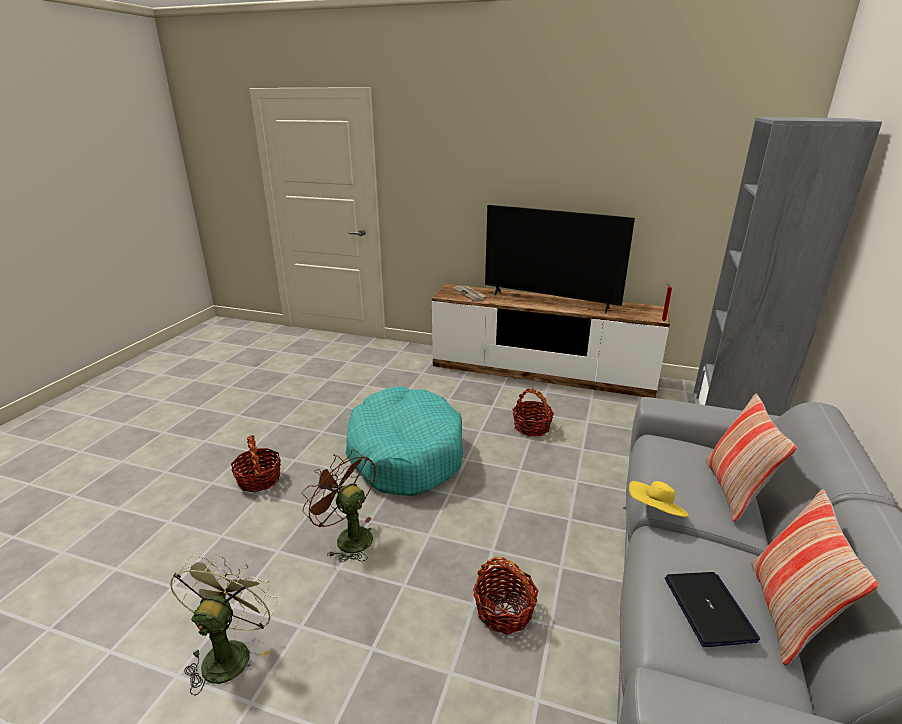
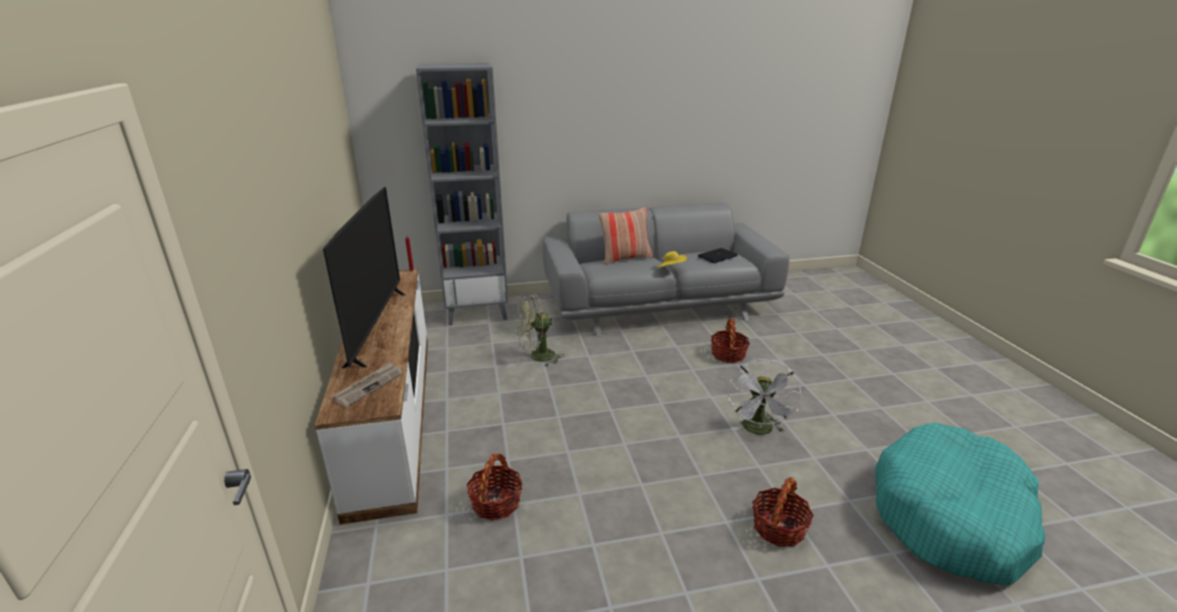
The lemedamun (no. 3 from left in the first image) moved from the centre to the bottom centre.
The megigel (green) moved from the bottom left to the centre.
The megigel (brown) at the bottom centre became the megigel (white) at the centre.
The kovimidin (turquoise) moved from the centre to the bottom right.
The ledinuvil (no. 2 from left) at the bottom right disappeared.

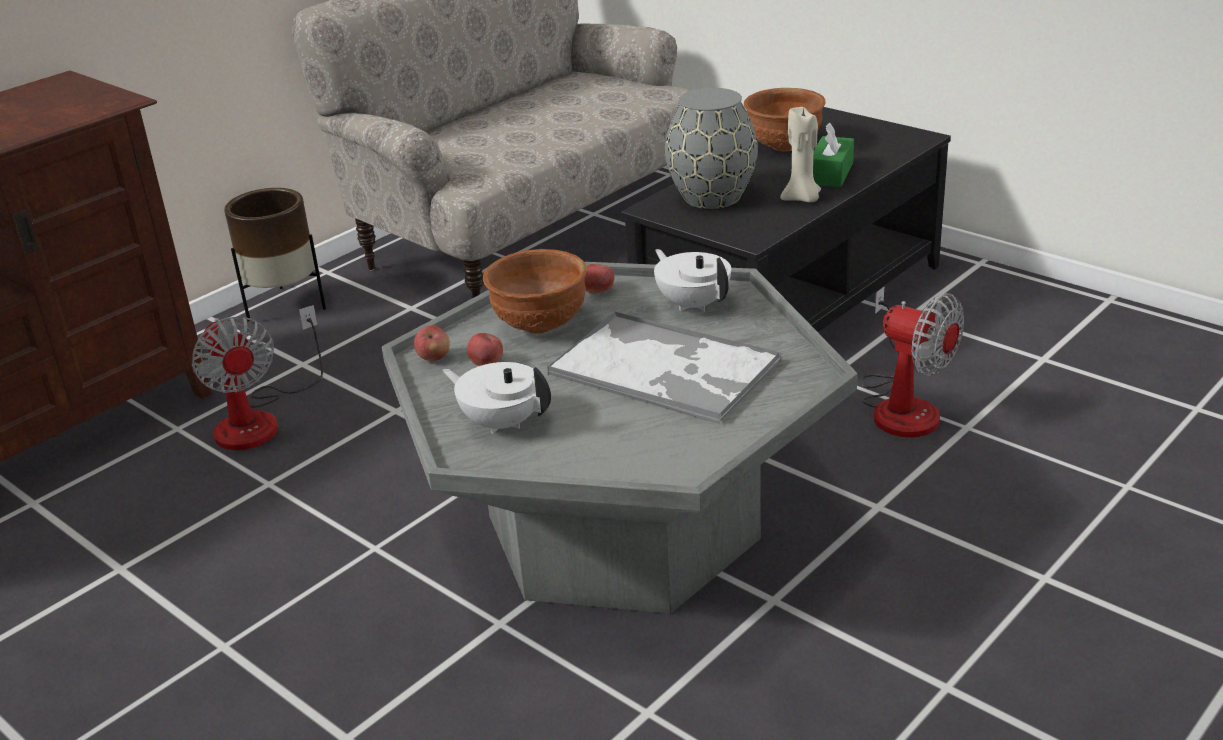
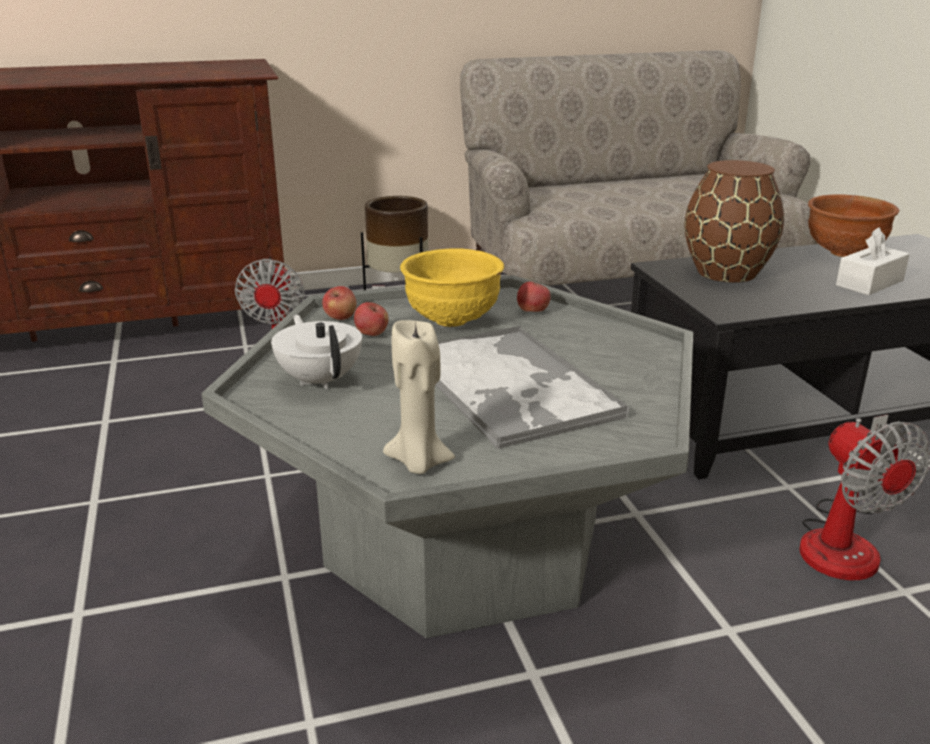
The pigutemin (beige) moved from the top centre to the centre.
The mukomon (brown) (no. 1 from left) at the centre became the mukomon (yellow) at the centre.
The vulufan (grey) at the top centre became the vulufan (brown) at the top right.
The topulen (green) at the top right became the topulen (white) at the middle right.
The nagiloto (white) (no. 2 from left) at the centre disappeared.

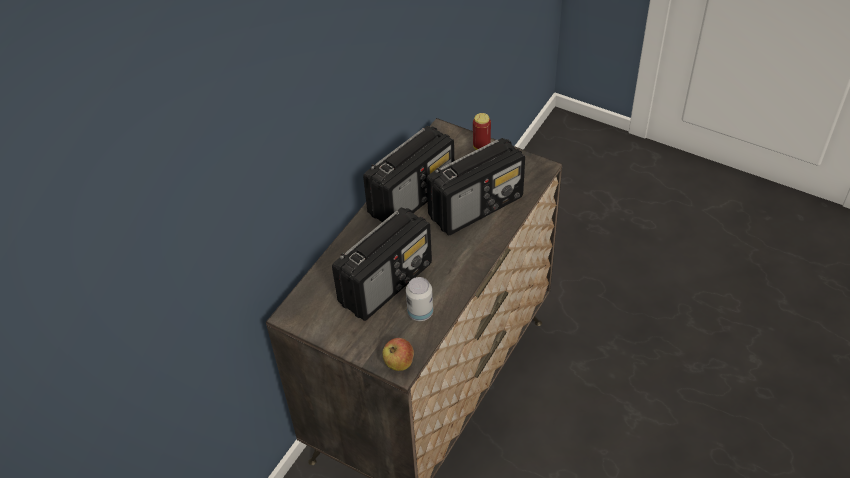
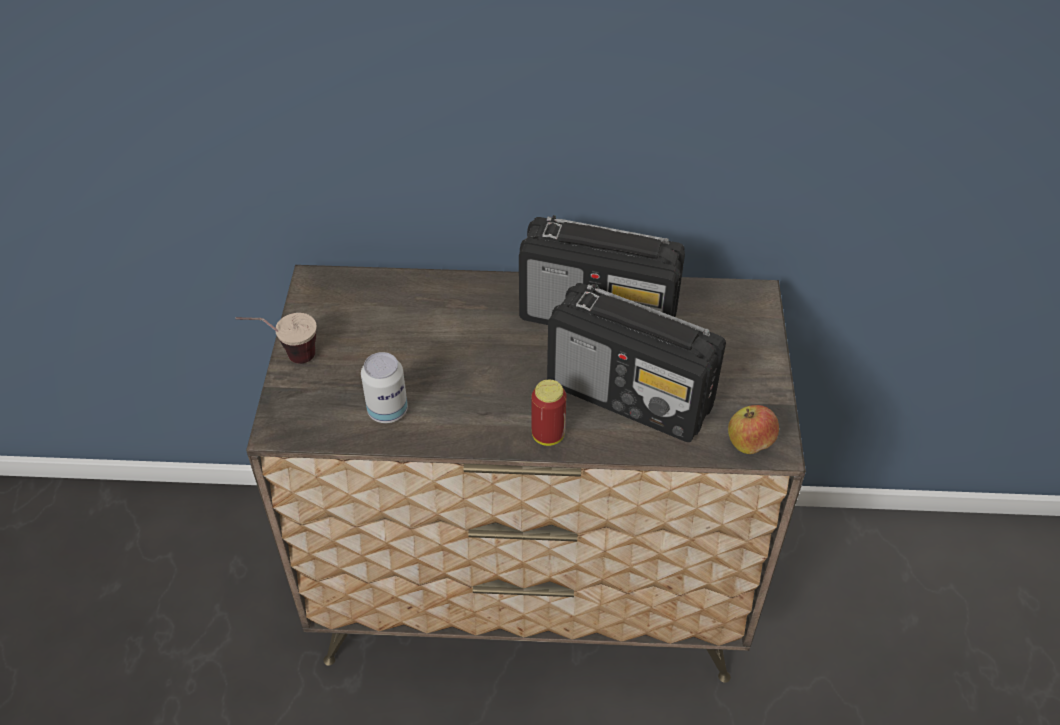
The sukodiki at the middle left appeared.
The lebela (no. 2 from left) moved from the top centre to the centre.
The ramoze moved from the bottom centre to the middle right.
The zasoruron (no. 1 from left) at the centre disappeared.

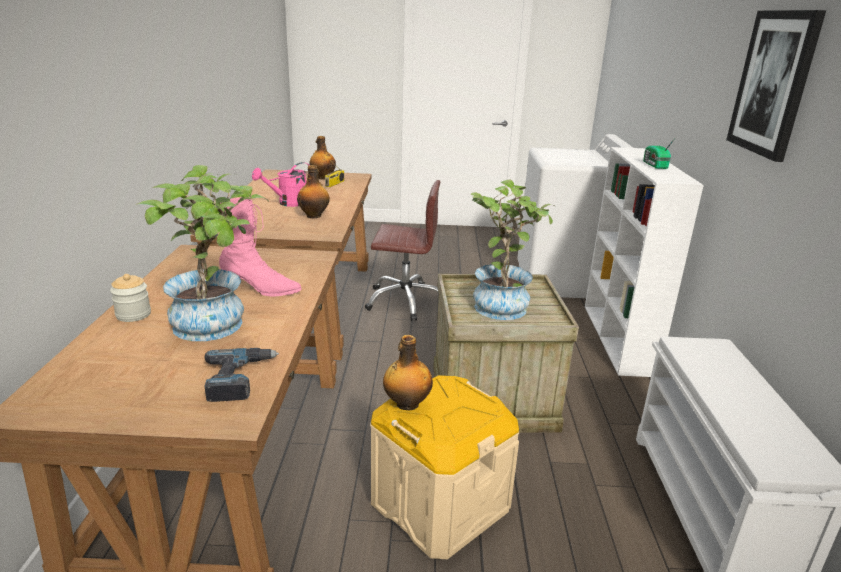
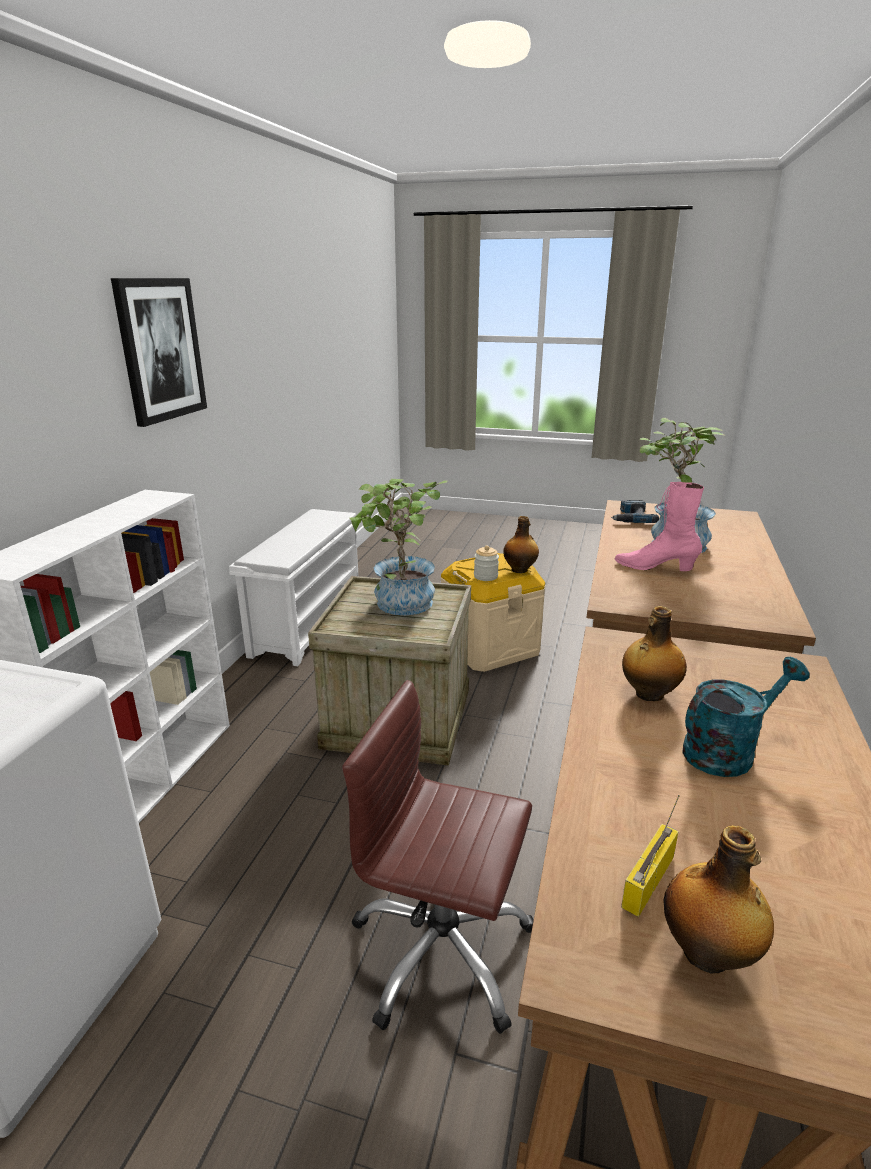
The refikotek moved from the middle left to the centre.
The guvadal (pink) at the top left became the guvadal (turquoise) at the middle right.
The zasoruron (no. 2 from left) at the top right disappeared.

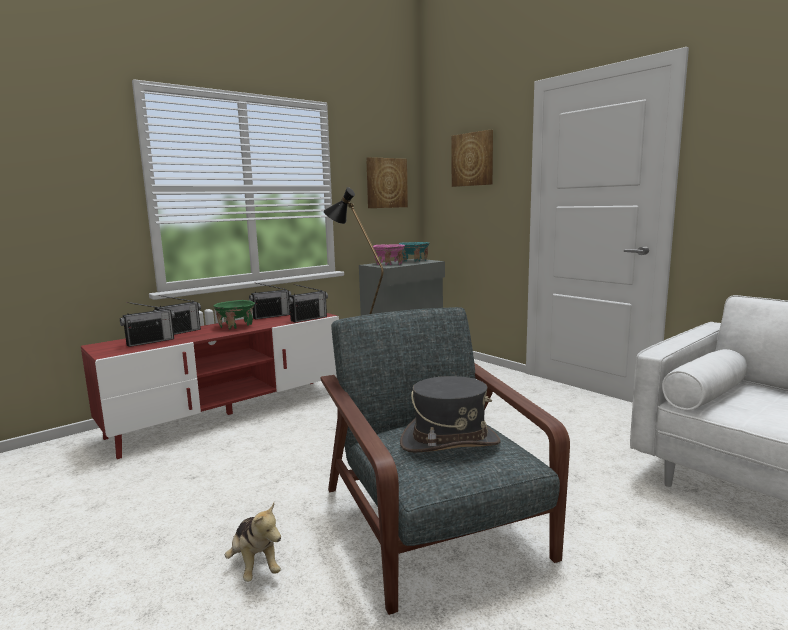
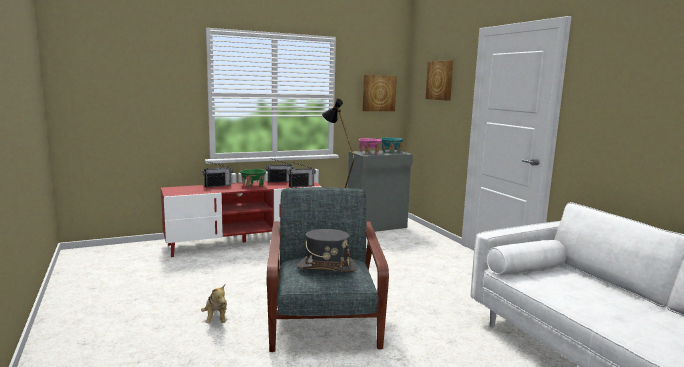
The zasoruron (no. 1 from left) at the middle left disappeared.

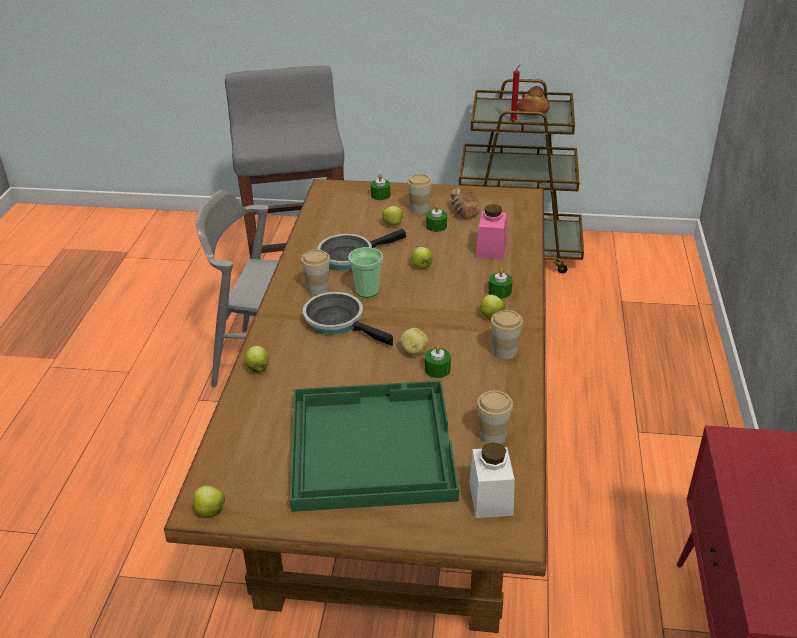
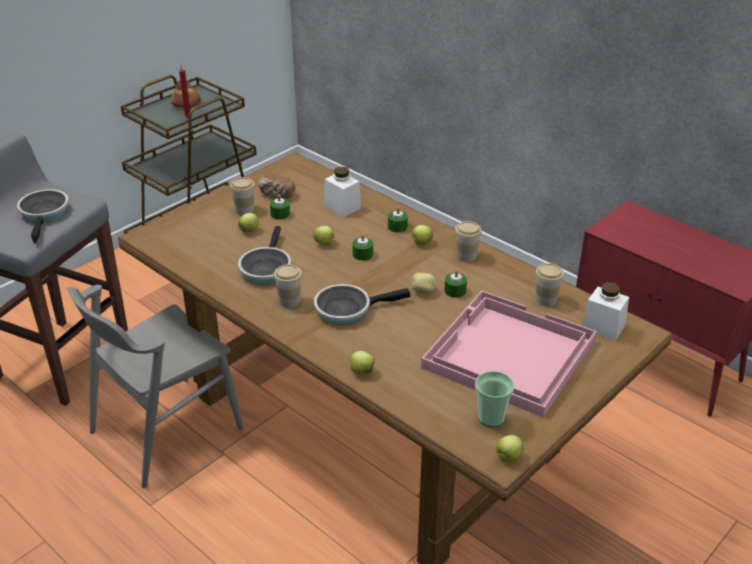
The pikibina (no. 1 from left) at the middle left appeared.
The refikotek (pink) at the centre became the refikotek (white) (no. 1 from left) at the centre.
The pigutemin (green) (no. 1 from left in the first image) moved from the top centre to the centre.
The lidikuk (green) at the bottom centre became the lidikuk (pink) at the middle right.
The sukodiki (no. 2 from left in the first image) moved from the centre to the bottom centre.

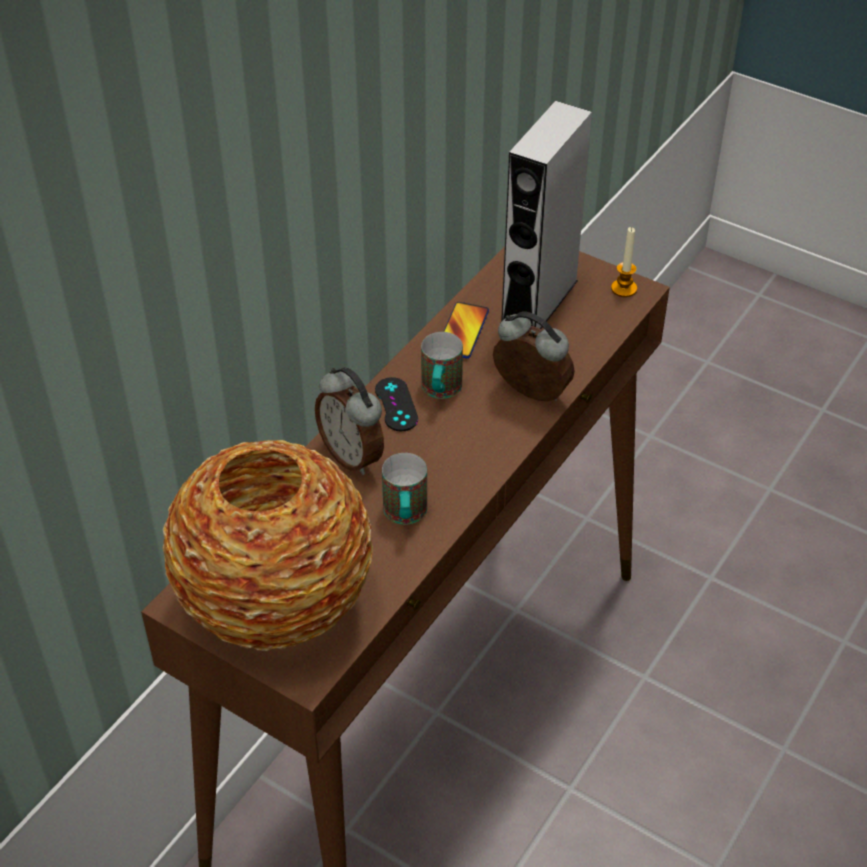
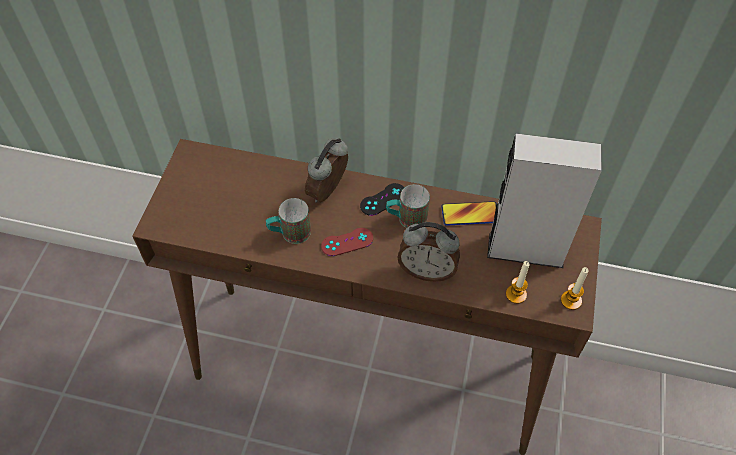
The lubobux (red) at the centre appeared.
The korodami (no. 2 from left) at the centre turned 90 degrees clockwise.
The pigutemin (no. 1 from left) at the middle right appeared.
The vulufan at the middle left disappeared.

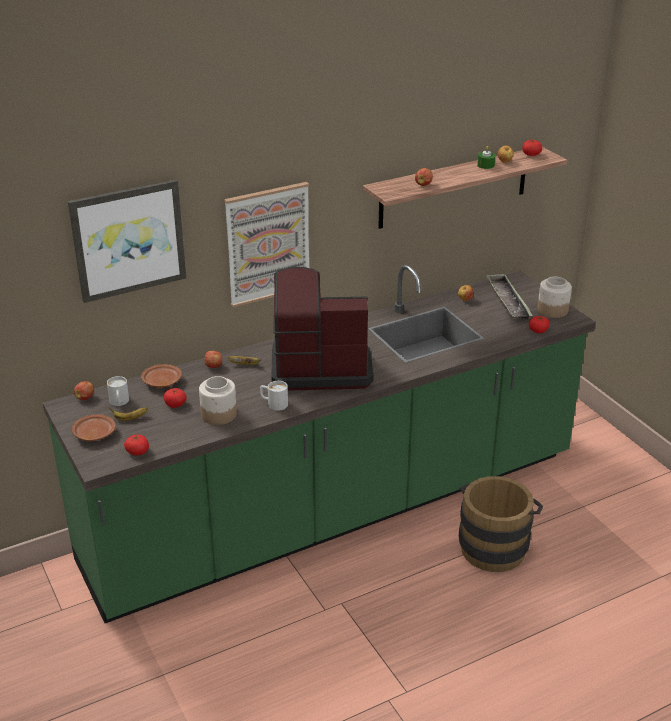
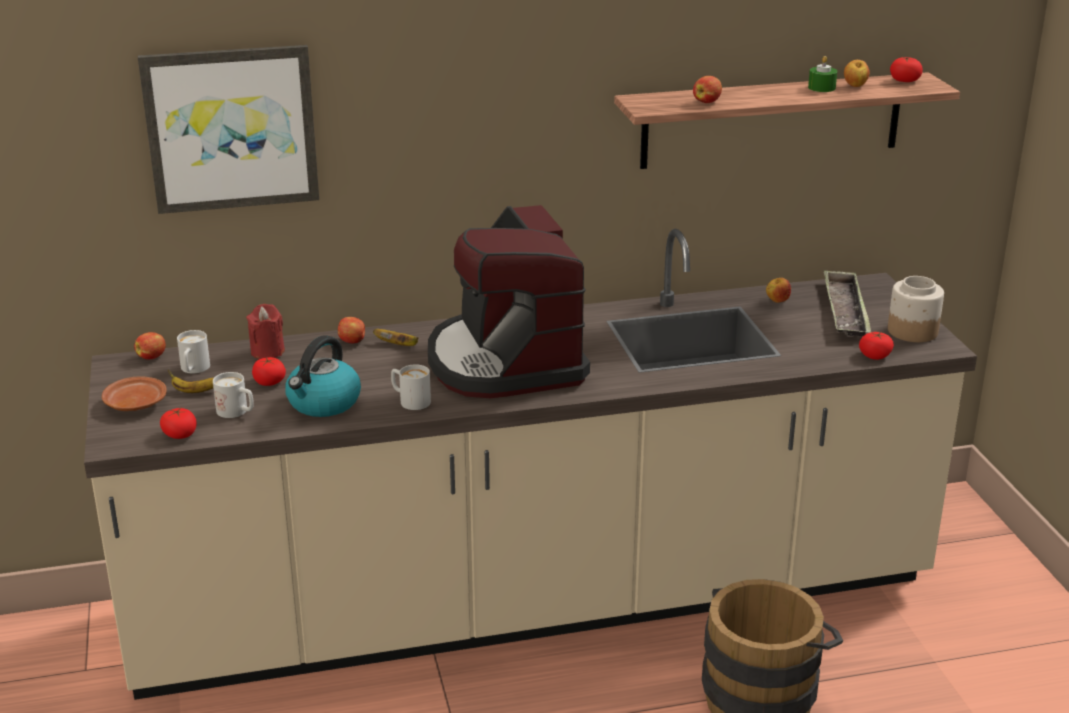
The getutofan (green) at the centre became the getutofan (beige) at the centre.
The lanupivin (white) (no. 2 from left) at the middle left appeared.
The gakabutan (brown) (no. 2 from left) at the middle left was replaced by the pigutemin (red) at the middle left.
The refikotek (no. 1 from left) at the middle left was replaced by the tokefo at the middle left.
The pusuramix at the centre turned 120 degrees counterclockwise.
The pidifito (no. 2 from left) at the centre disappeared.

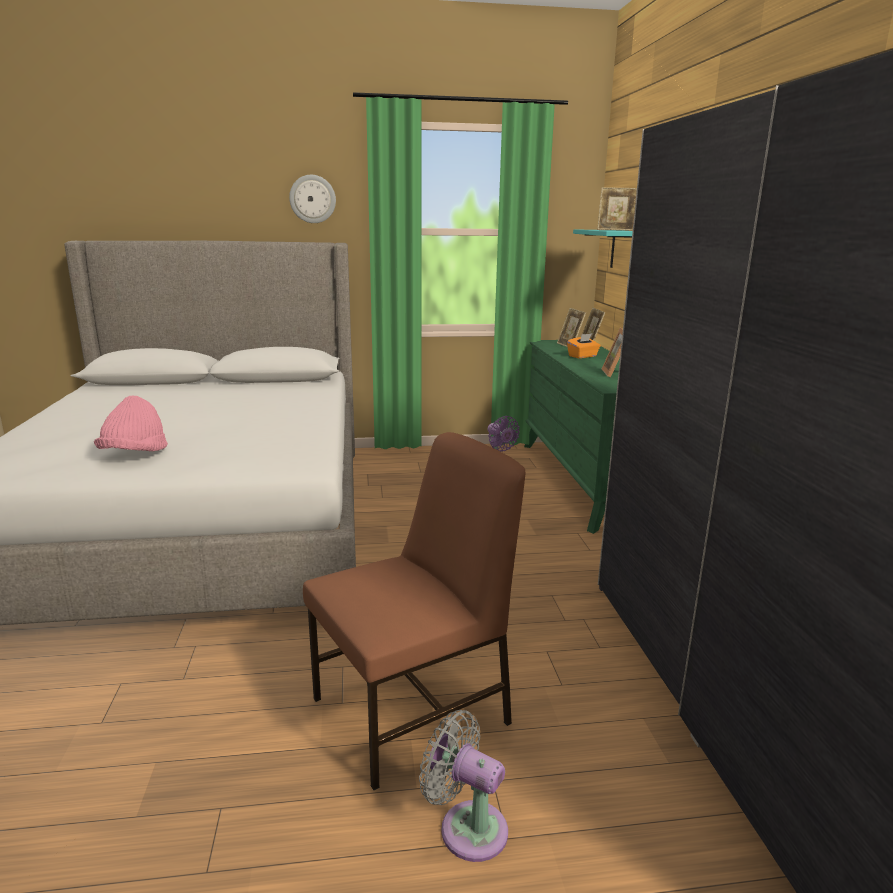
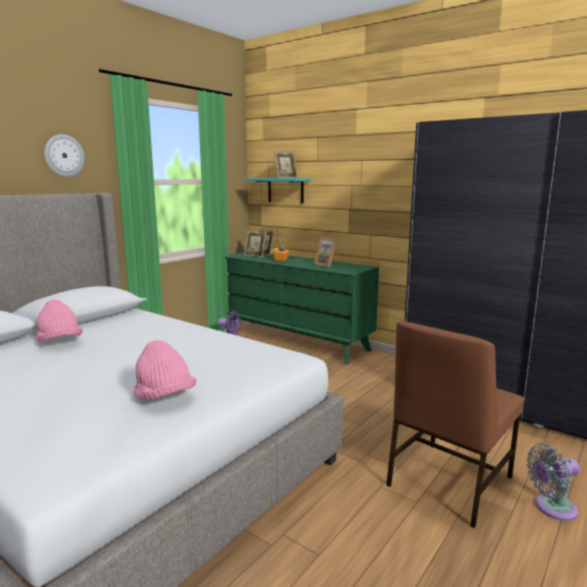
The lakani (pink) (no. 1 from left) at the middle left appeared.
The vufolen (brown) at the bottom centre turned 150 degrees counterclockwise.

